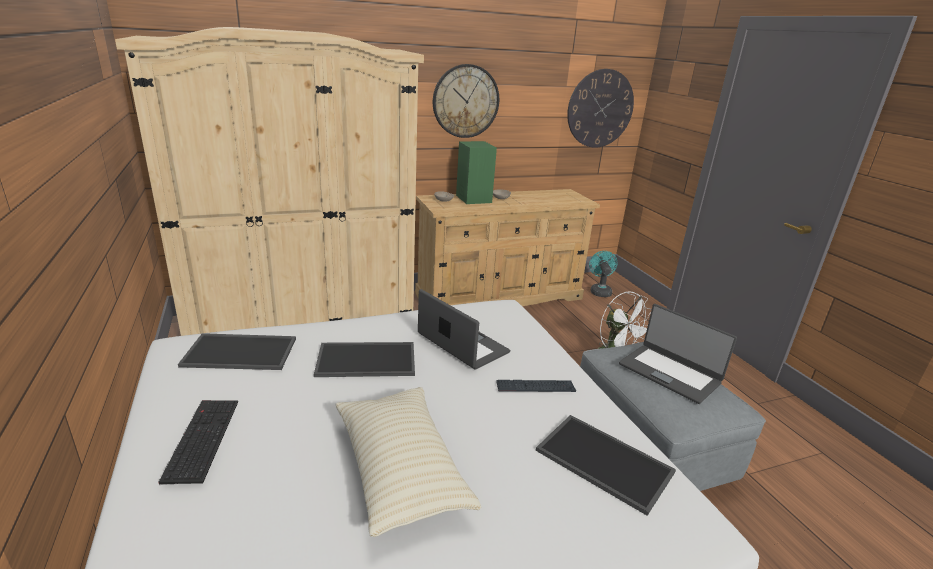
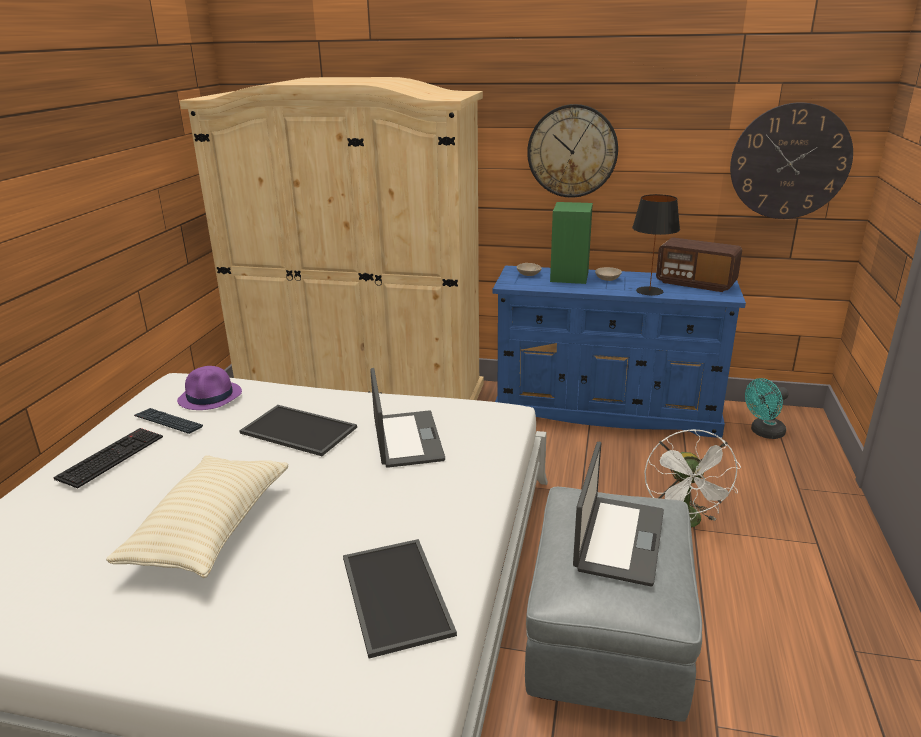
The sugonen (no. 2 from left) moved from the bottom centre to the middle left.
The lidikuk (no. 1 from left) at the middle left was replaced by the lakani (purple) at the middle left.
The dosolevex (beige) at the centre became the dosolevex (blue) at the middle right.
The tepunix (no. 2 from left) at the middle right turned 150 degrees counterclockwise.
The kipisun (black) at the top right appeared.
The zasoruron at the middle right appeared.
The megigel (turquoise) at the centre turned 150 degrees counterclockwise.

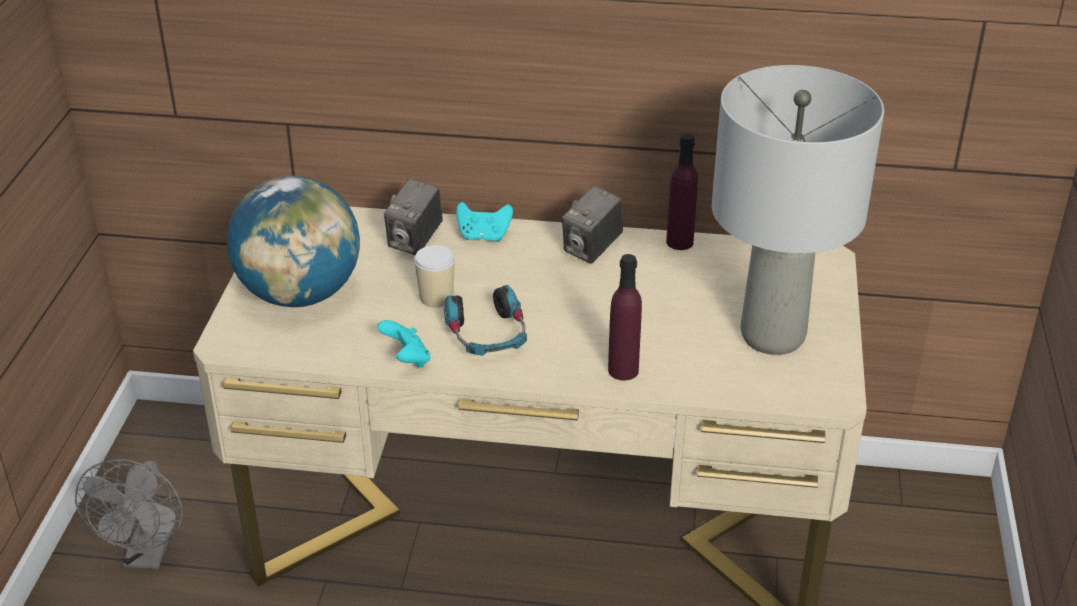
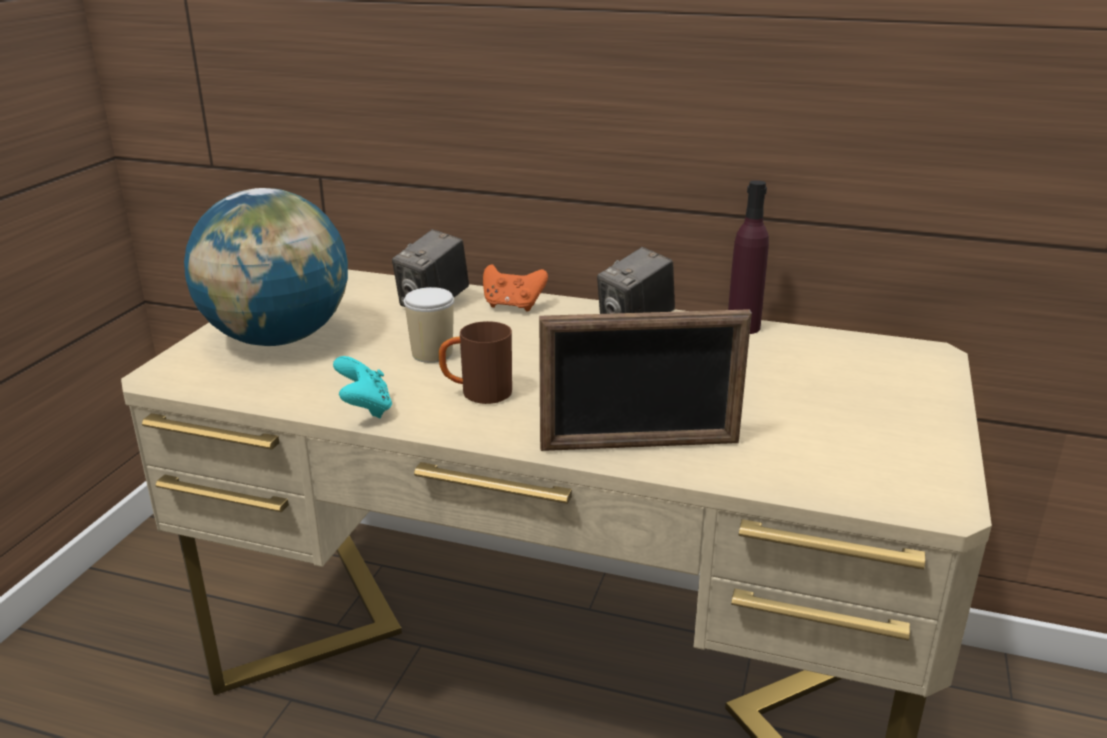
The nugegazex at the centre was replaced by the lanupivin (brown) at the centre.
The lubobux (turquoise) (no. 2 from left) at the centre became the lubobux (orange) at the centre.
The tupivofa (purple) (no. 1 from left) at the centre was replaced by the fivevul at the centre.
The megigel (grey) at the bottom left disappeared.
The kipisun (grey) at the middle right disappeared.

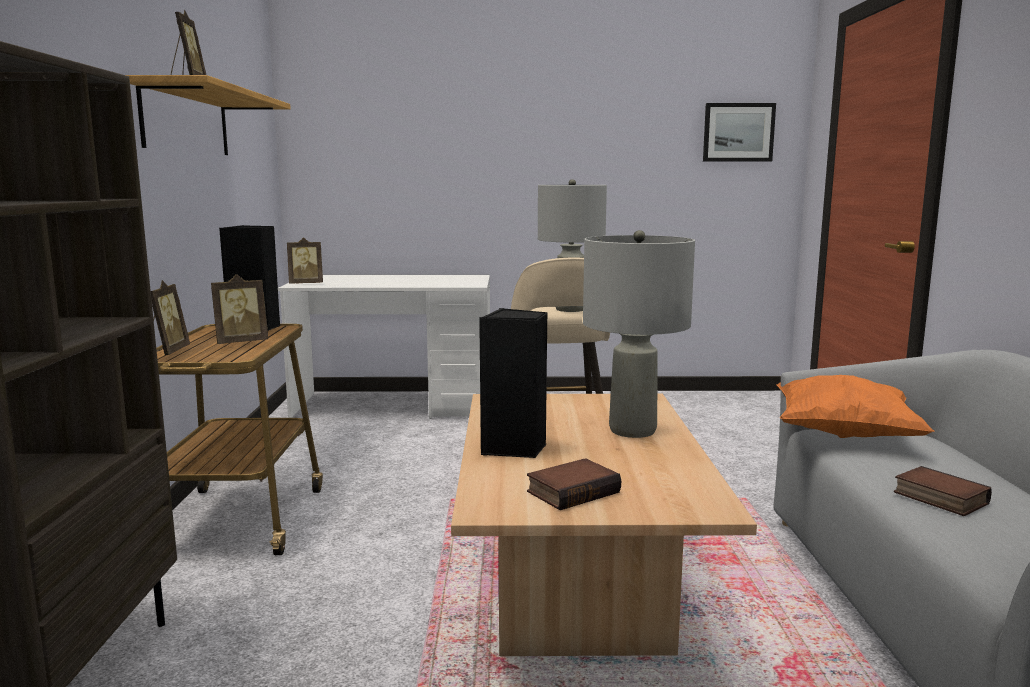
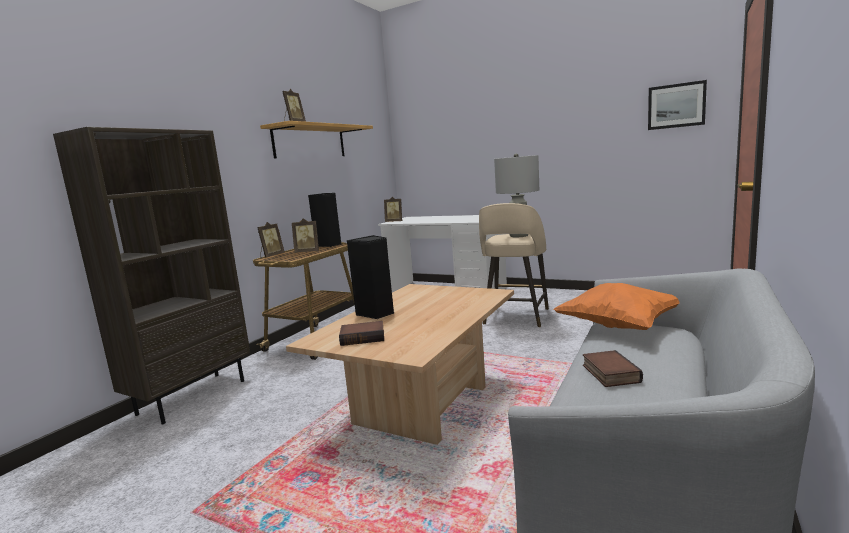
The kipisun (grey) (no. 2 from left) at the centre disappeared.

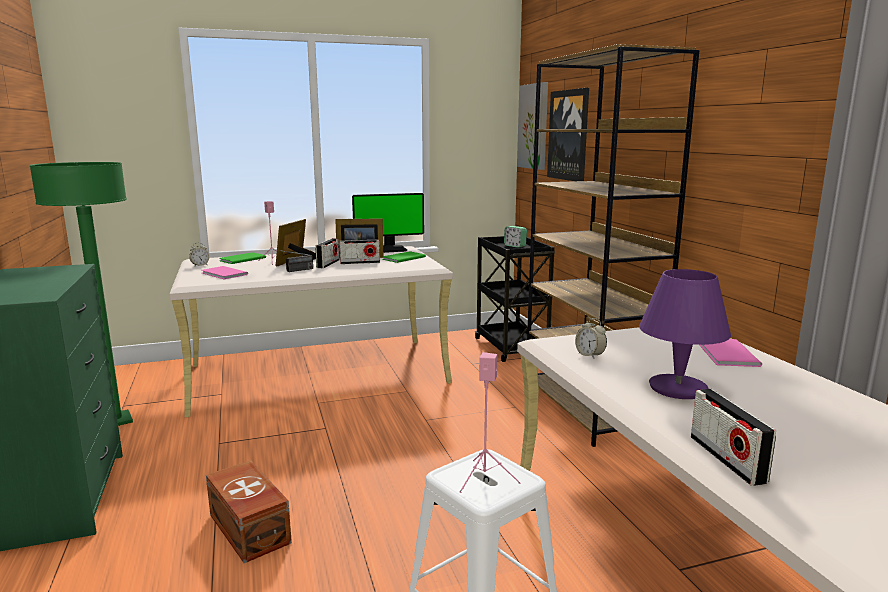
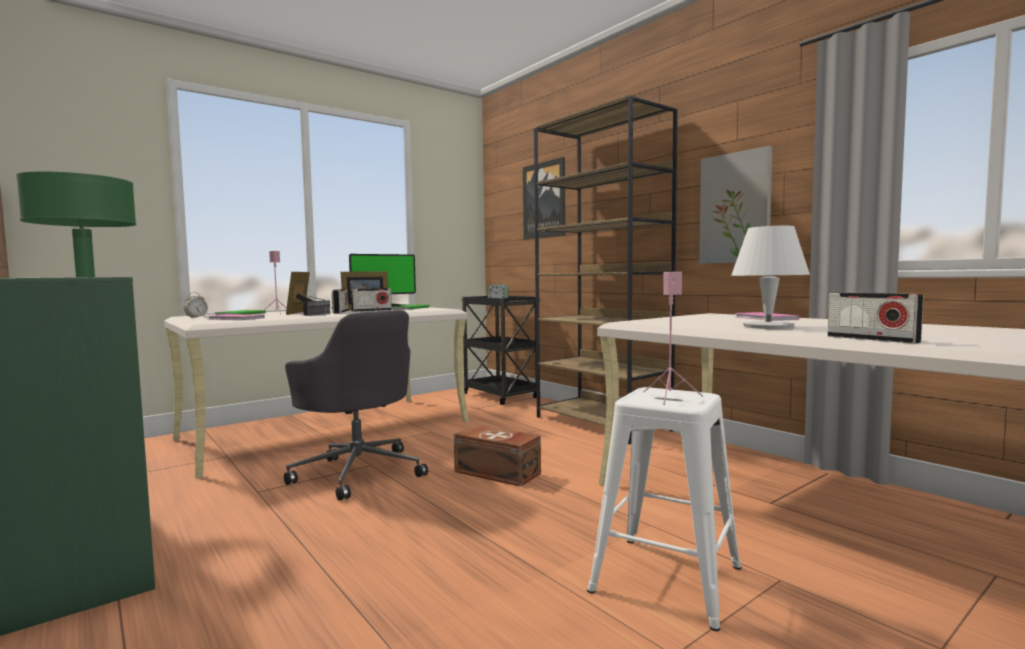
The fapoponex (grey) at the centre appeared.
The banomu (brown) moved from the bottom left to the bottom centre.
The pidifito (no. 1 from left in the first image) moved from the top centre to the top right.
The kipisun (purple) at the middle right became the kipisun (white) at the middle right.
The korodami (no. 3 from left) at the centre disappeared.

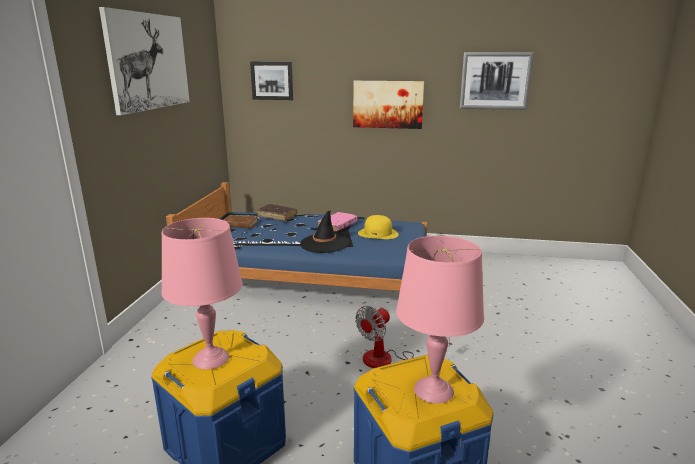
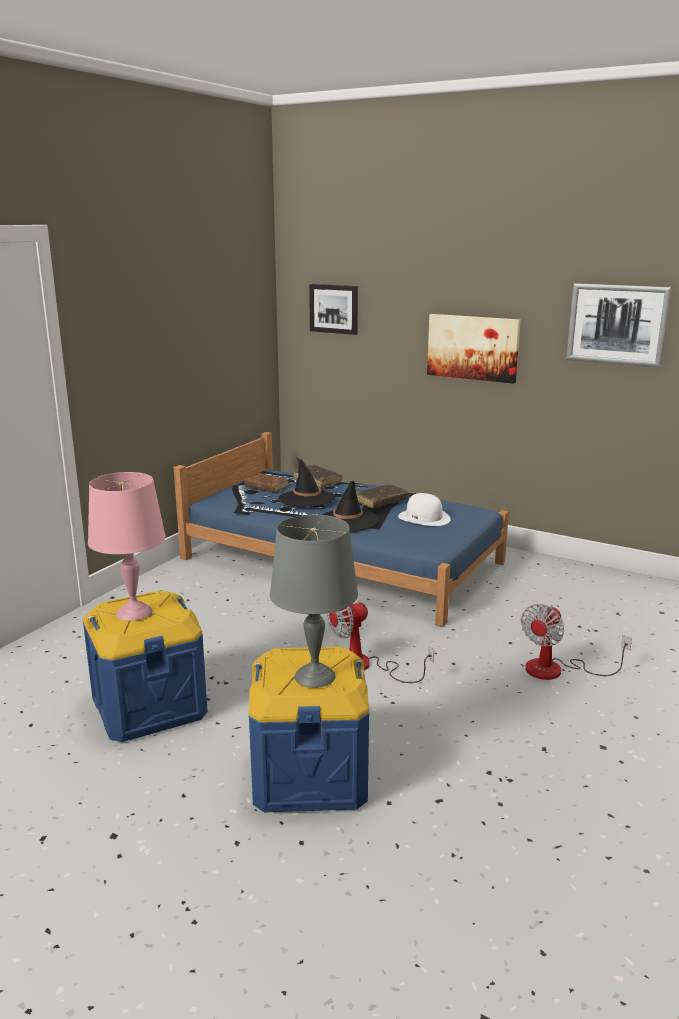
The kipisun (pink) (no. 2 from left) at the bottom centre became the kipisun (grey) at the centre.
The lakani (black) (no. 1 from left) at the centre appeared.
The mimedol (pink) at the centre became the mimedol (brown) (no. 3 from left) at the centre.
The lakani (yellow) at the centre became the lakani (white) at the centre.
The megigel (no. 2 from left) at the middle right appeared.
The pidifito (no. 1 from left) at the top left disappeared.

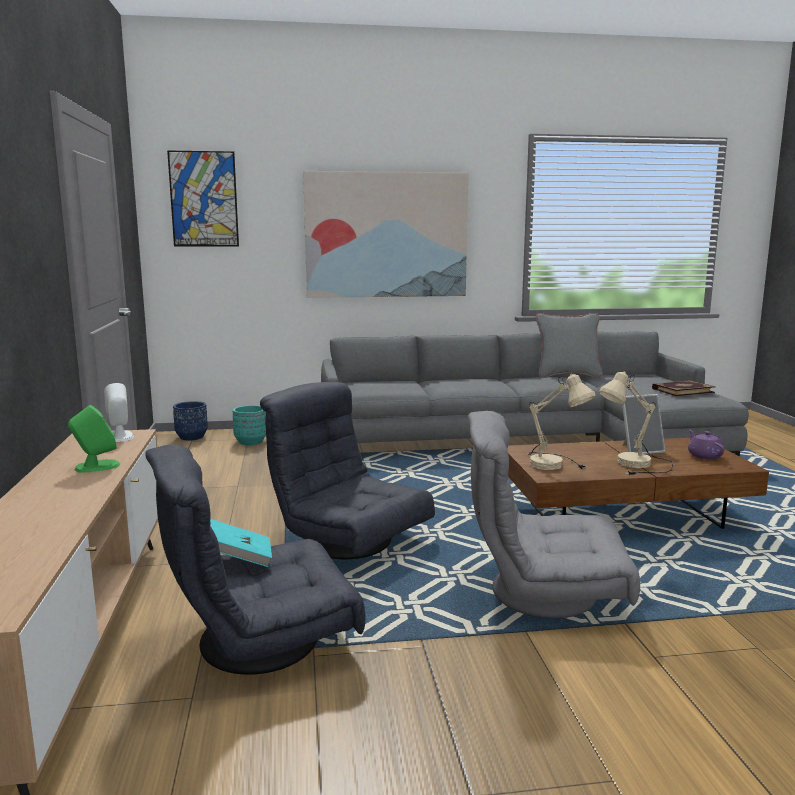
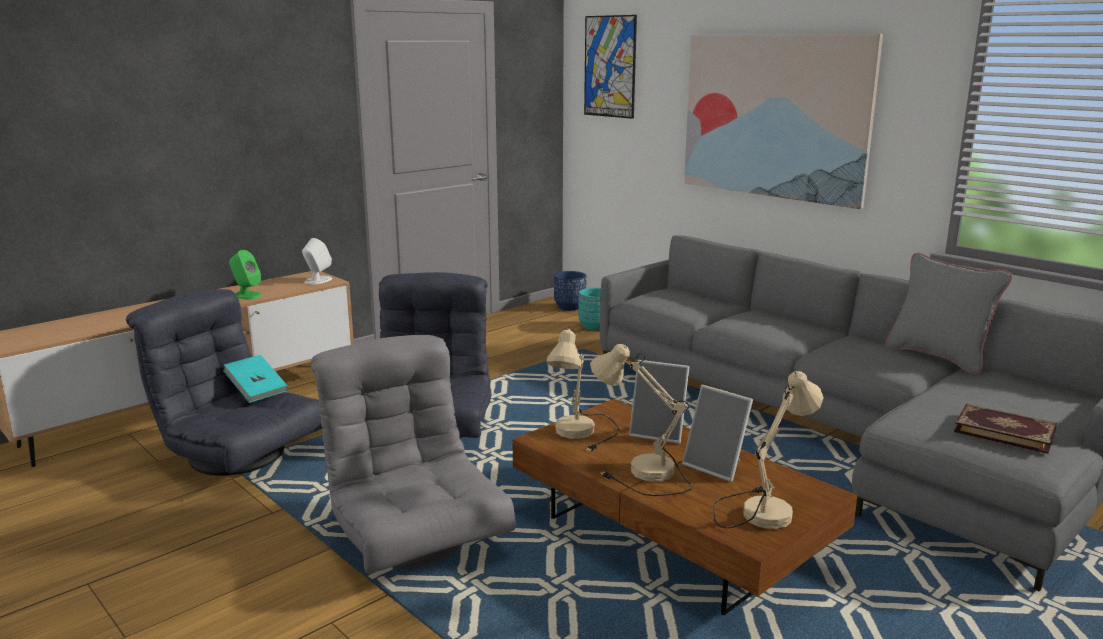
The fivevul (no. 1 from left) at the centre appeared.
The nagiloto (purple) at the middle right was replaced by the kipisun (beige) (no. 3 from left) at the bottom right.

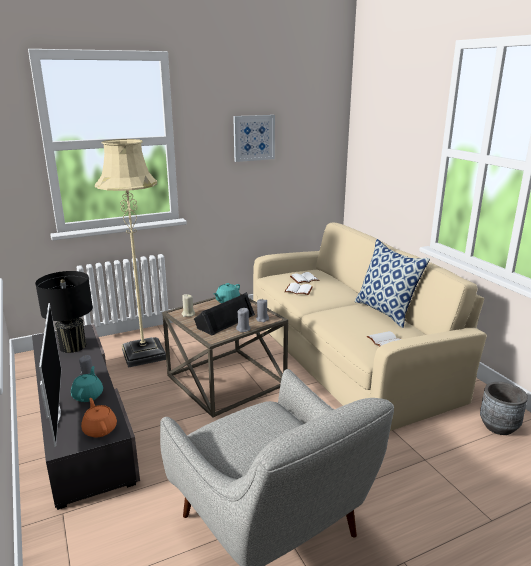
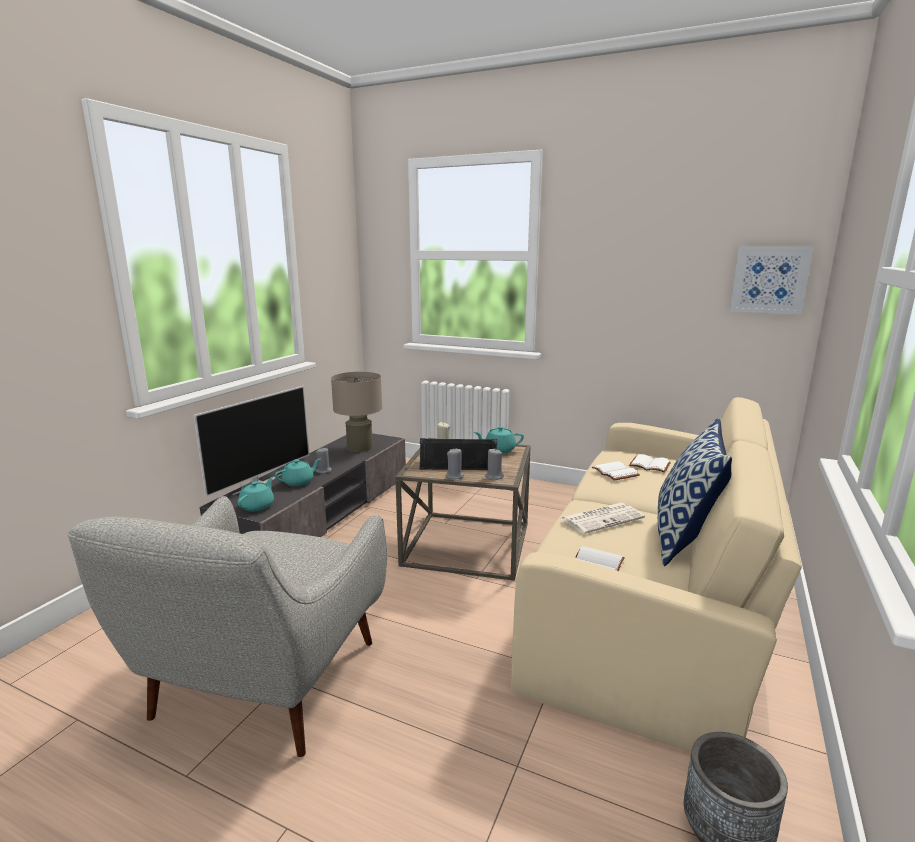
The nagiloto (orange) at the bottom left became the nagiloto (turquoise) (no. 1 from left) at the middle left.
The kipisun (black) at the middle left became the kipisun (beige) at the centre.
The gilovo at the centre appeared.
The pidifito moved from the top centre to the top right.
The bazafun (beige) at the middle left disappeared.

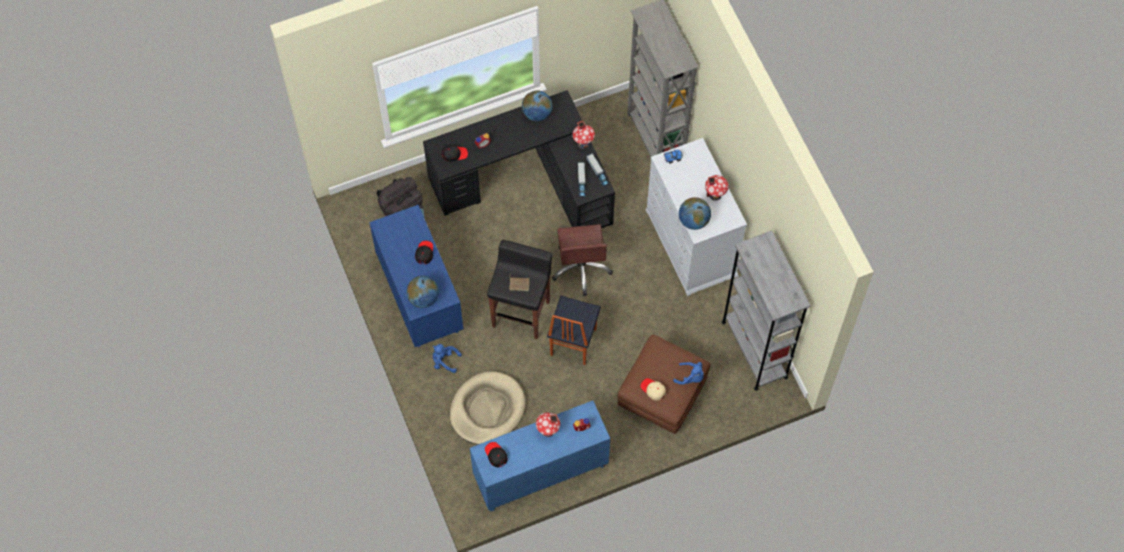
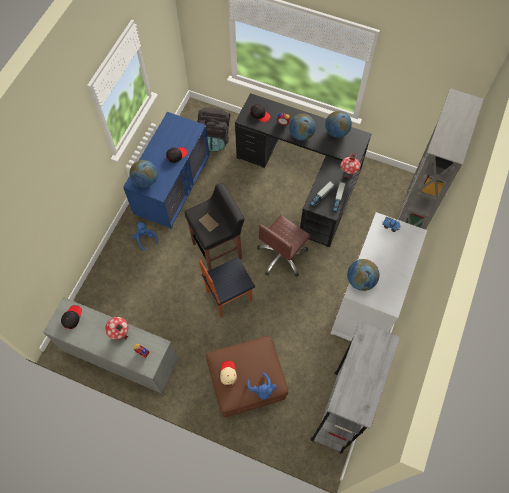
The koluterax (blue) at the bottom centre became the koluterax (grey) at the bottom left.
The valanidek (no. 2 from left) at the top centre appeared.
The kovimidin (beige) at the bottom centre disappeared.
The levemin (no. 3 from left) at the centre disappeared.

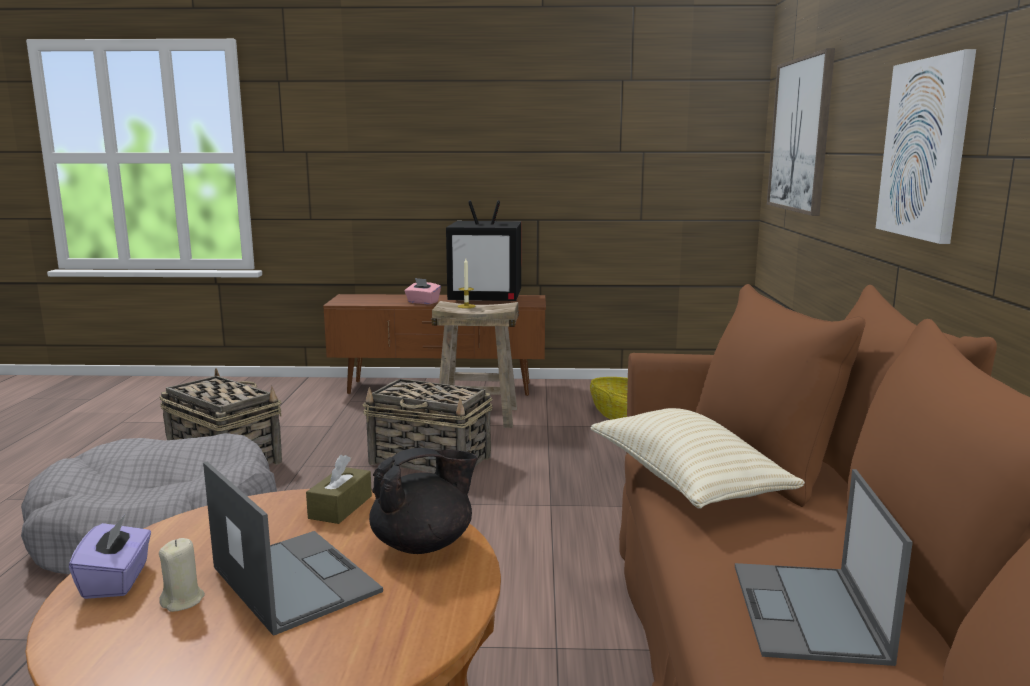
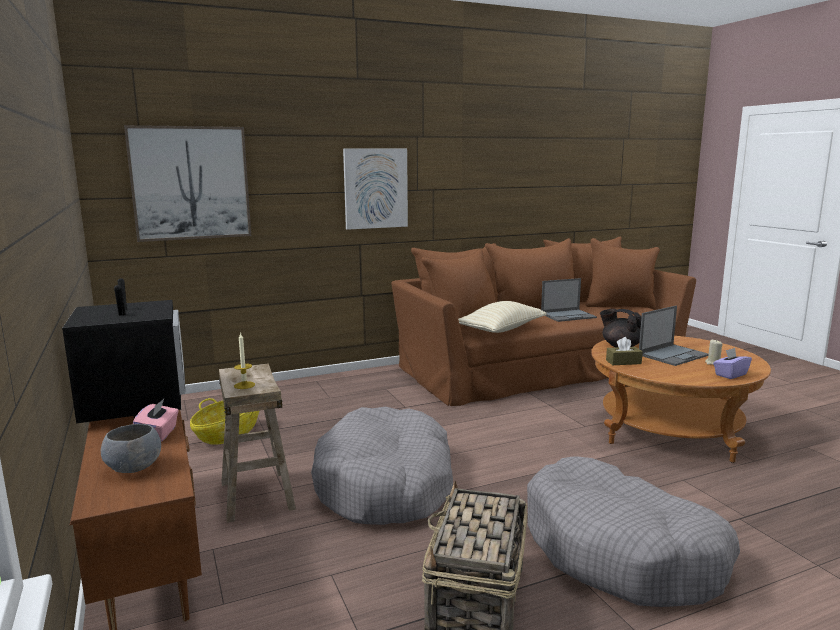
The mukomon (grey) at the bottom left appeared.
The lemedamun (no. 2 from left) at the centre was replaced by the kovimidin (grey) (no. 1 from left) at the bottom centre.
The tepunix (no. 1 from left in the first image) at the bottom left turned 150 degrees counterclockwise.

